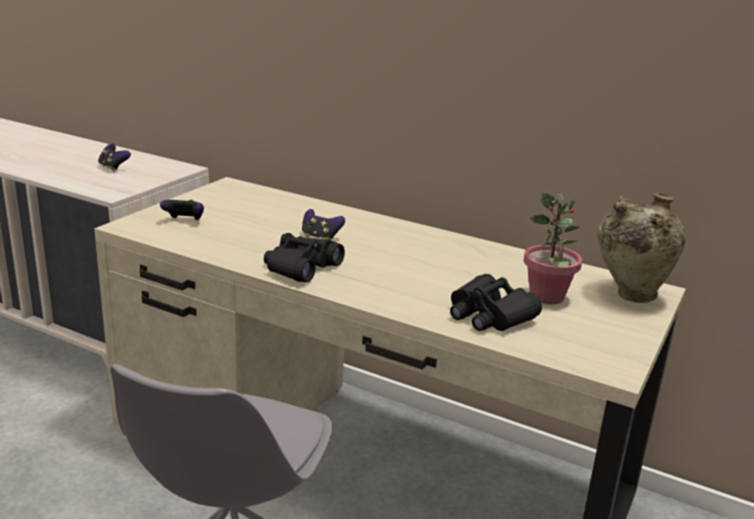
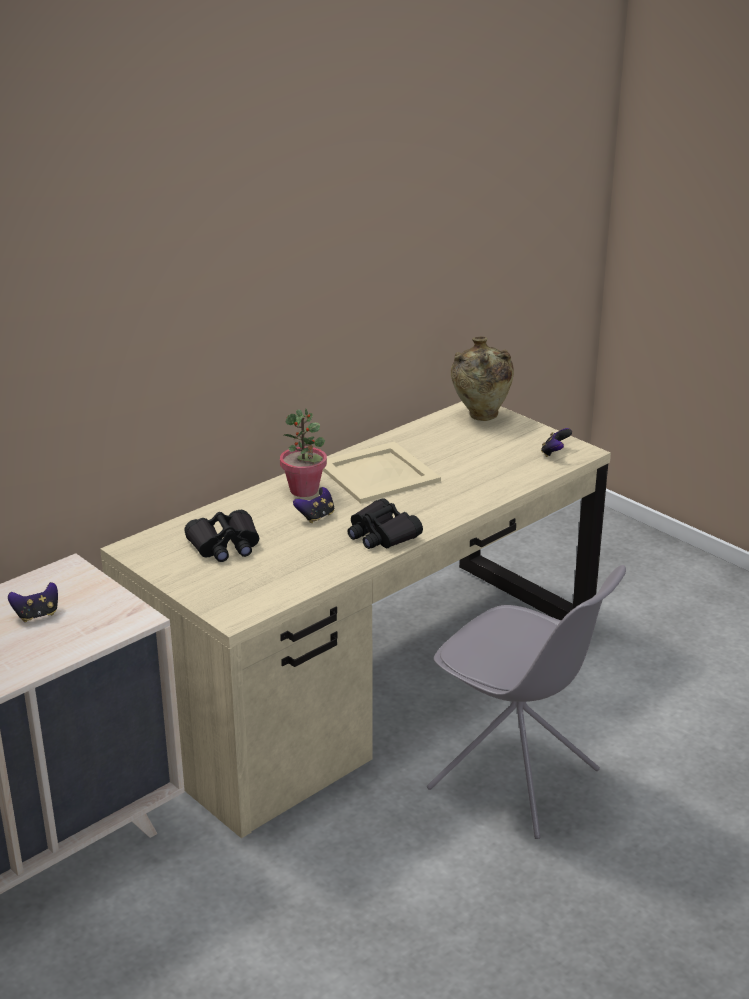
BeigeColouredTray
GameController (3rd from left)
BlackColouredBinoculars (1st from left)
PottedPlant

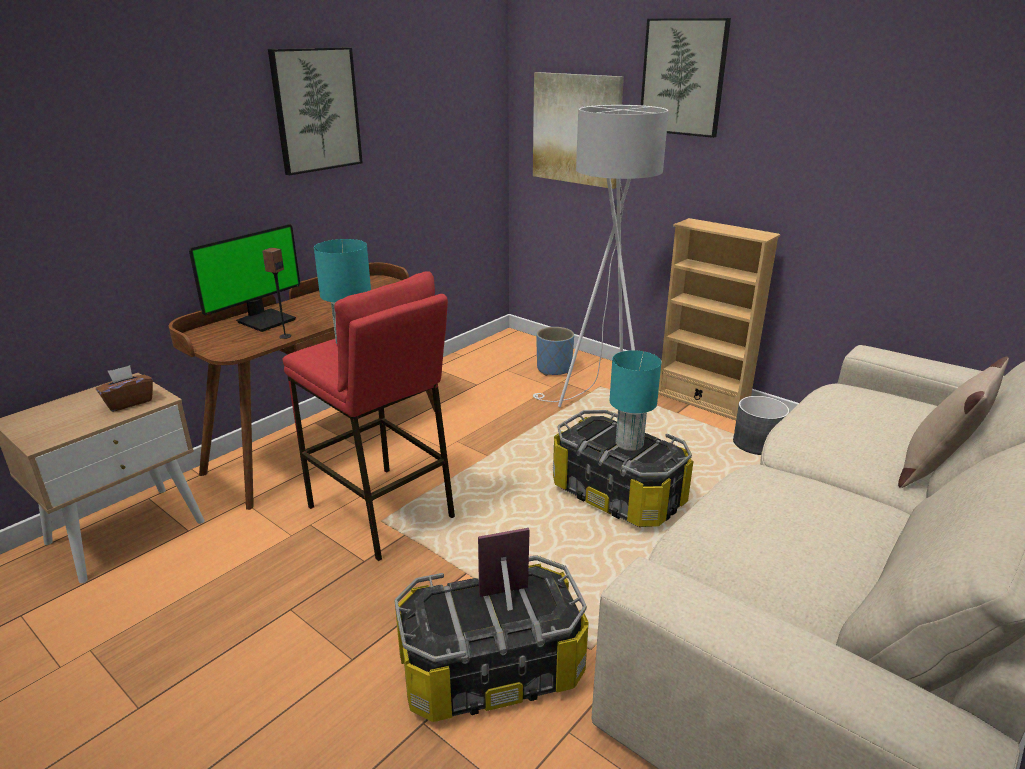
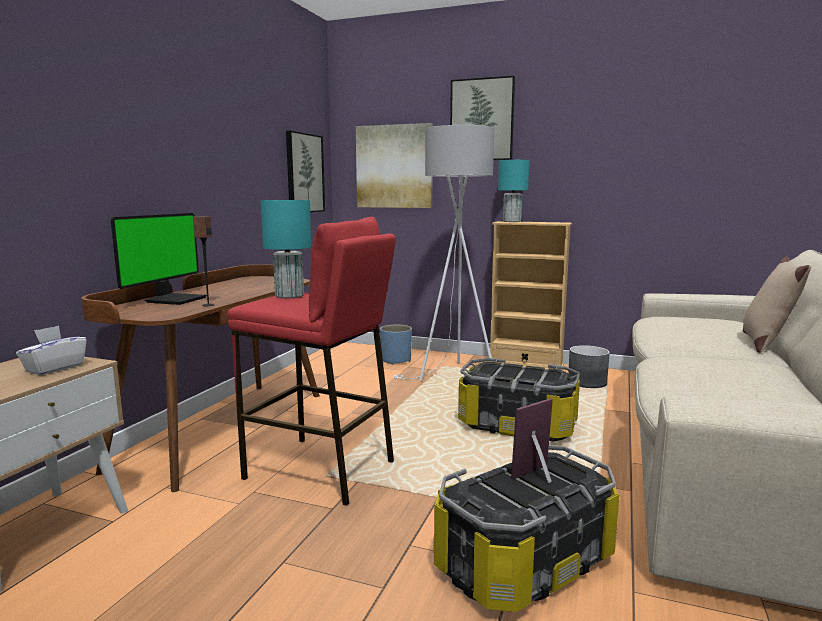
Picture (1st from left)
BlueGreenTabletopLamp (2nd from left)
WhitishTissueHolder

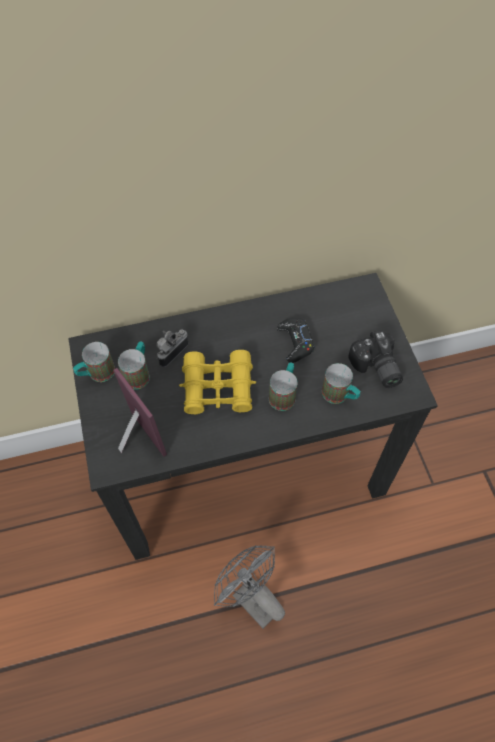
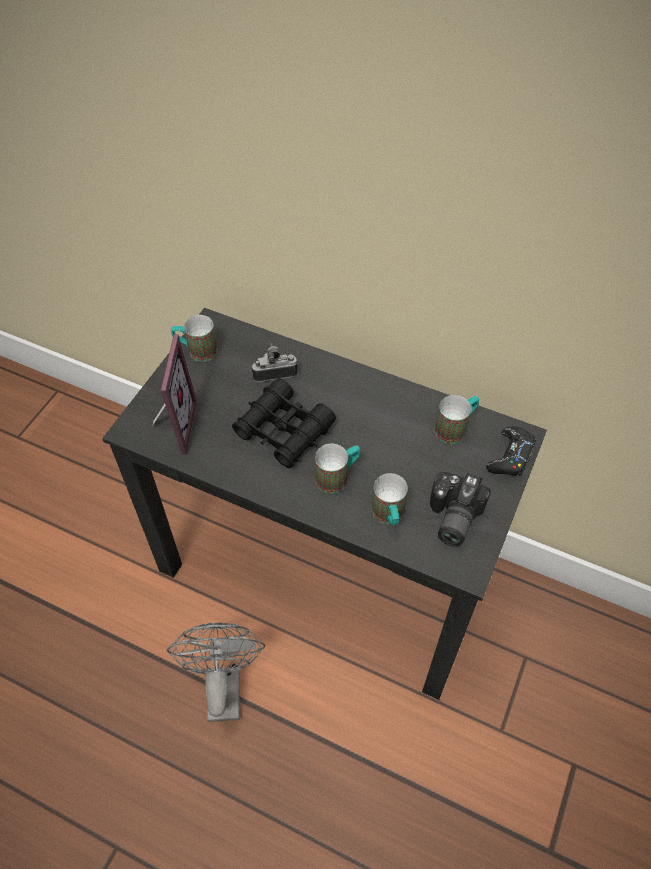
Mug (4th from left)
BlackColouredGameController
BlackColouredBinoculars

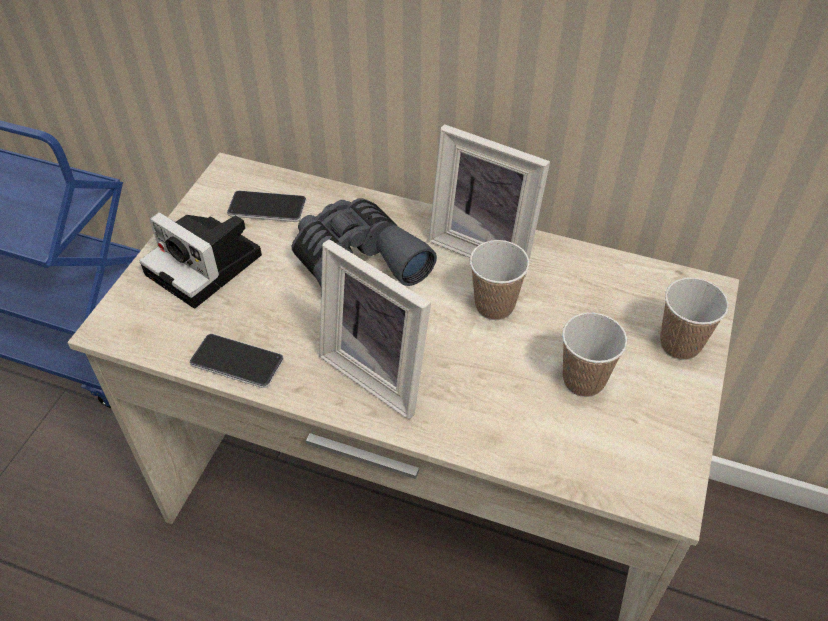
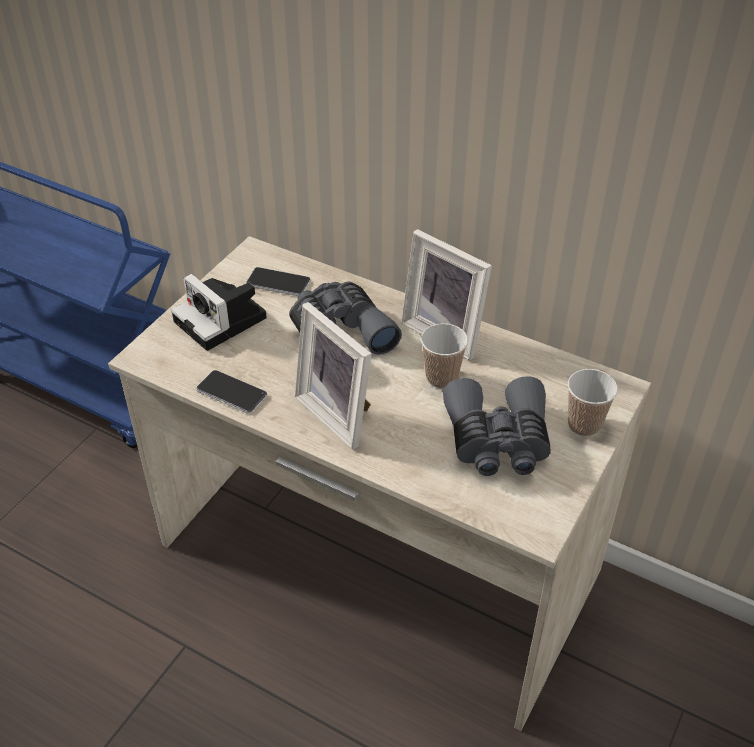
GreyBinoculars (2nd from left)

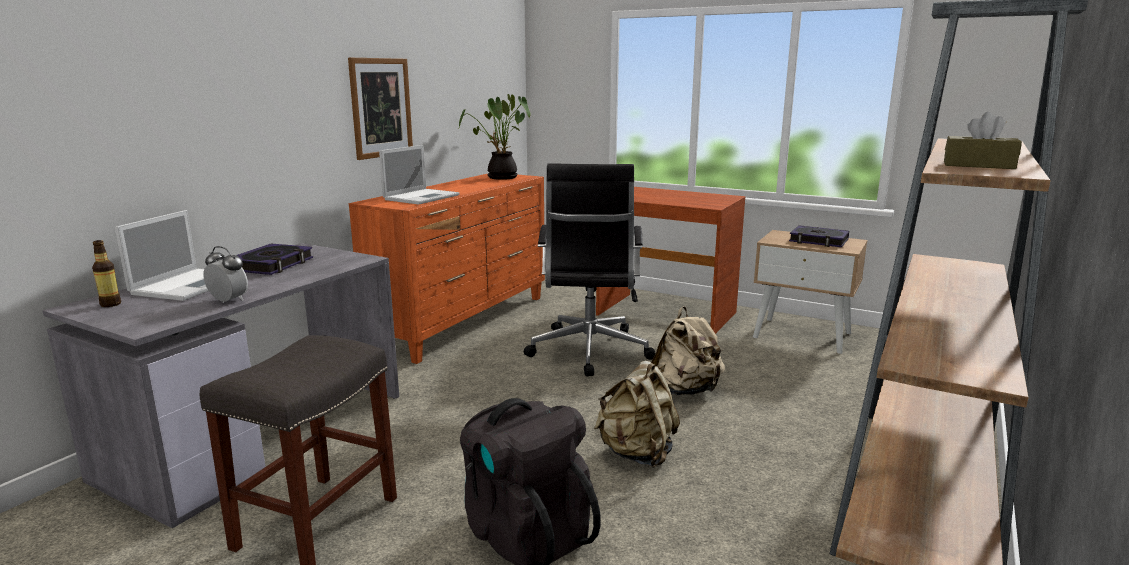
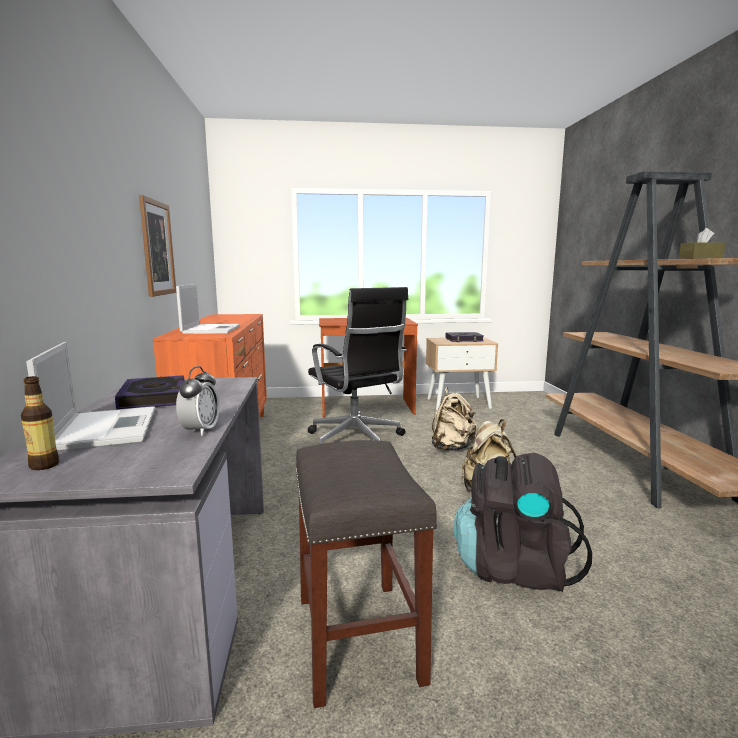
PottedPlant
AlarmClock

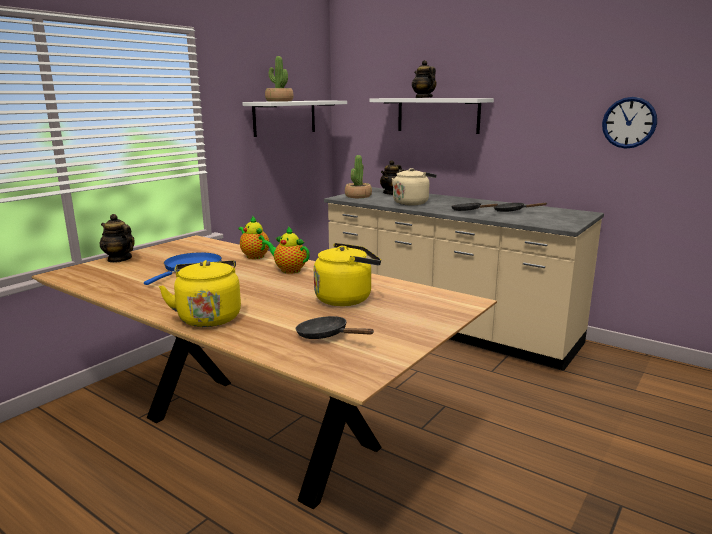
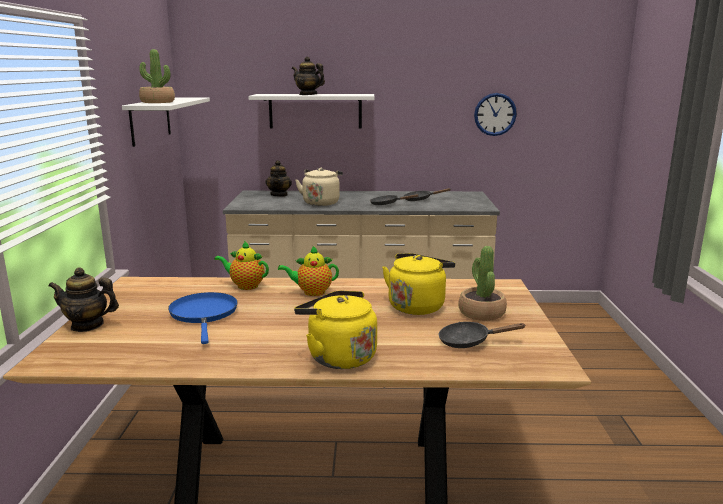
PottedPlant (2nd from left)

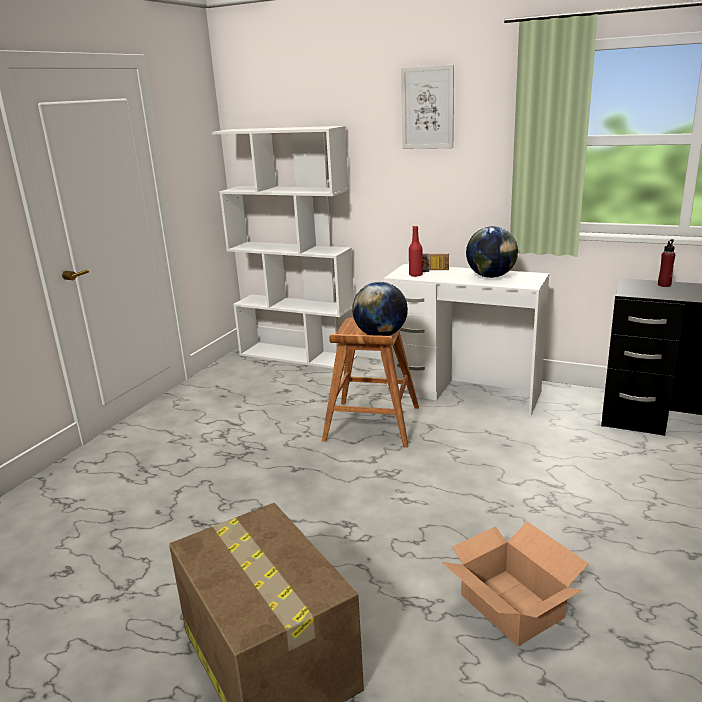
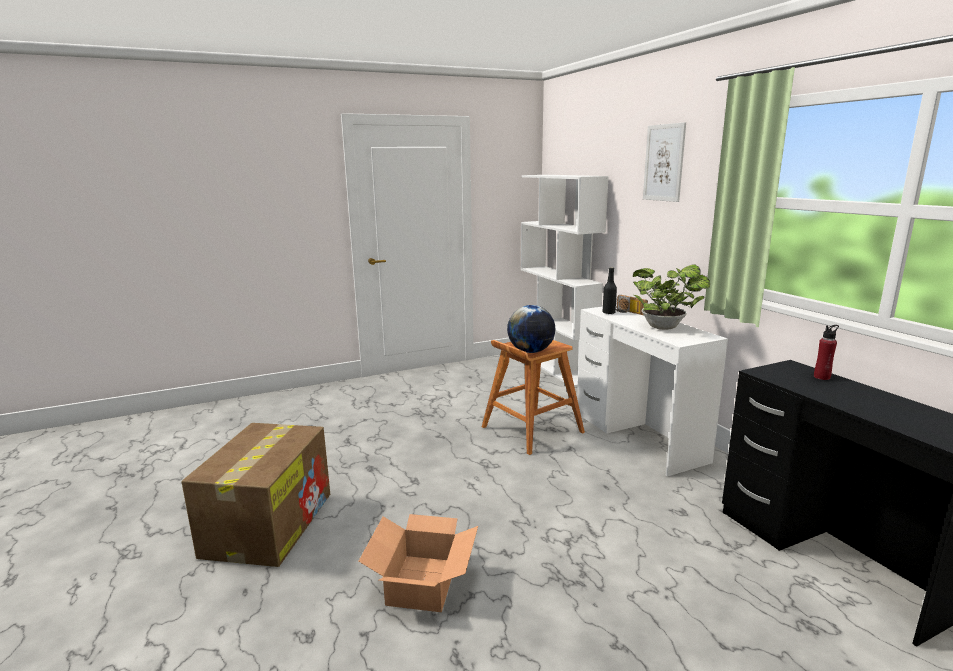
PottedPlant
BlackColouredBeverageBottle

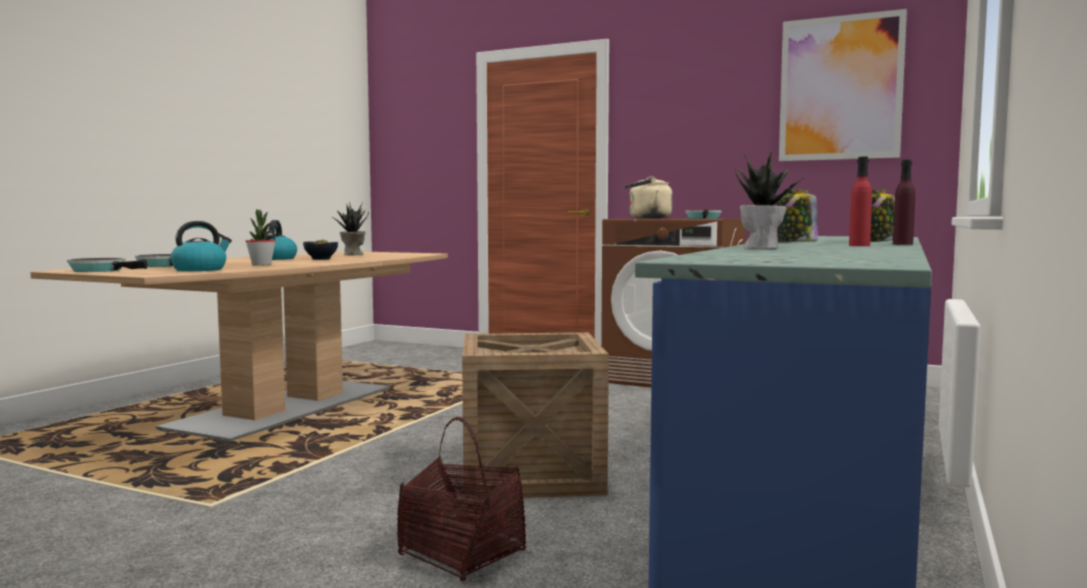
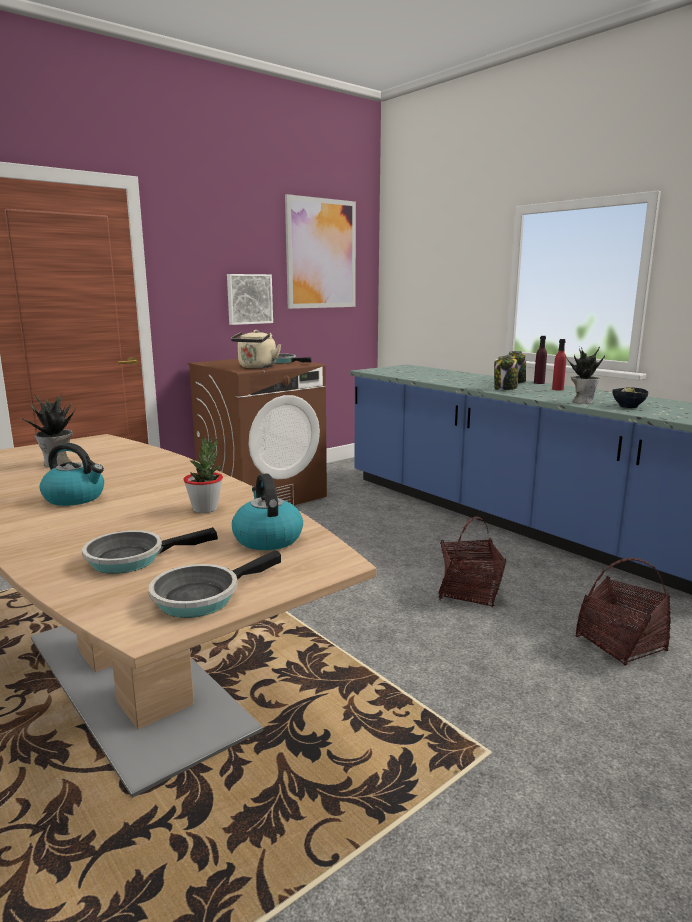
Picture (1st from left)
Bowl
HouseholdBasket (1st from left)

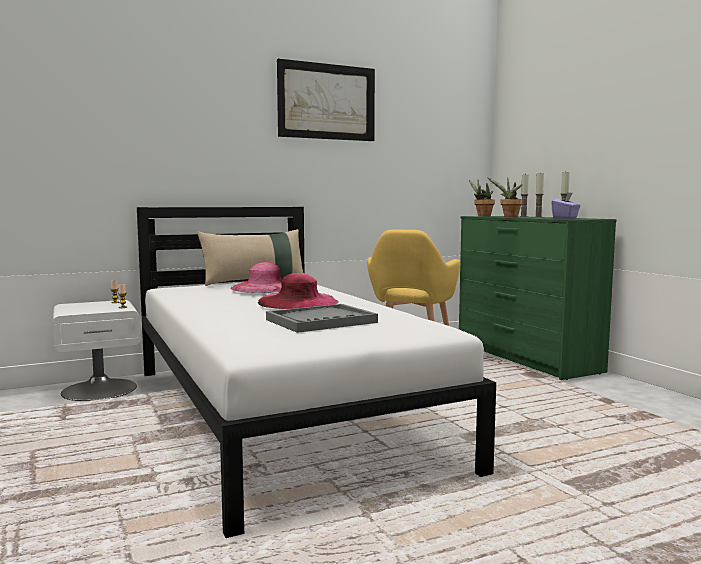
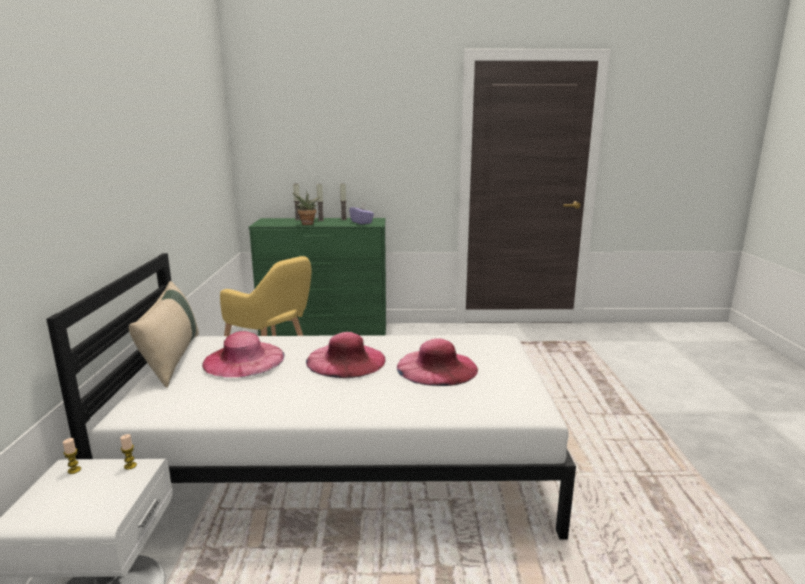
Picture
PottedPlant (1st from left in the first image)
PinkishWearableHat (3rd from left)

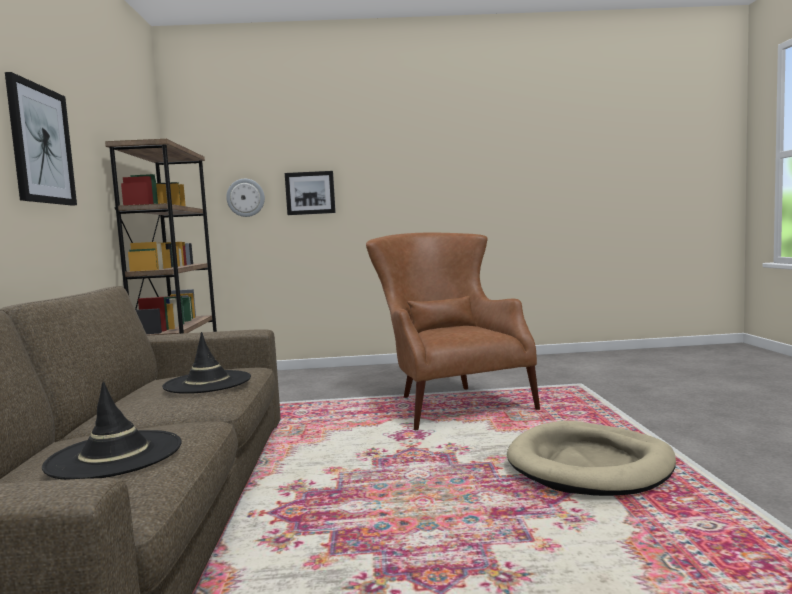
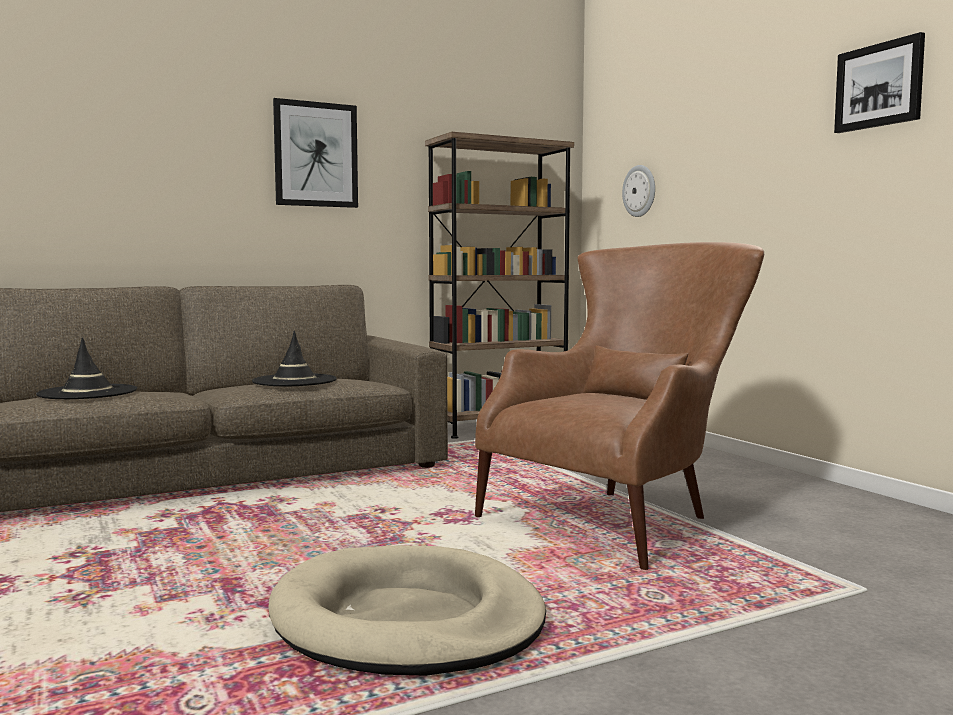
Picture (2nd from left)

